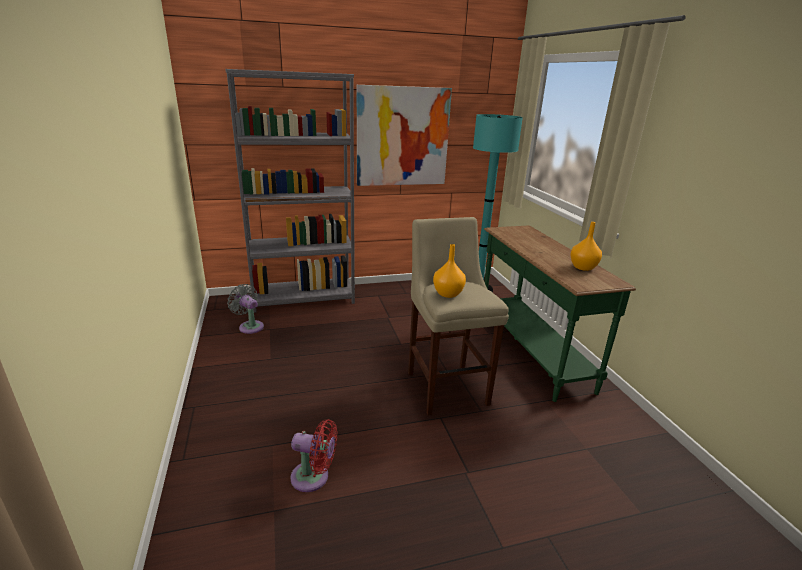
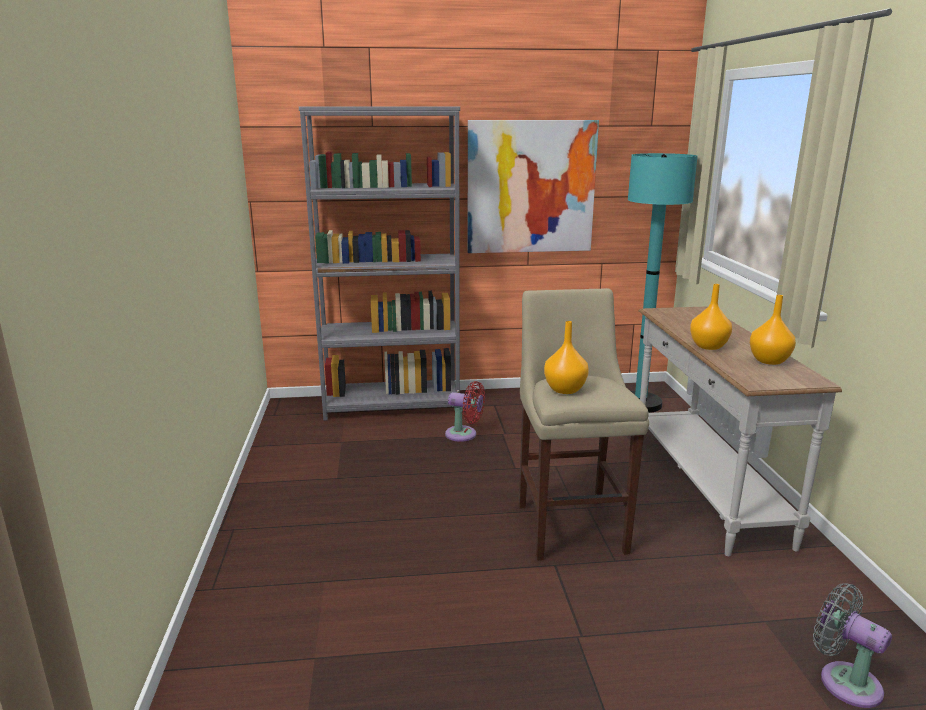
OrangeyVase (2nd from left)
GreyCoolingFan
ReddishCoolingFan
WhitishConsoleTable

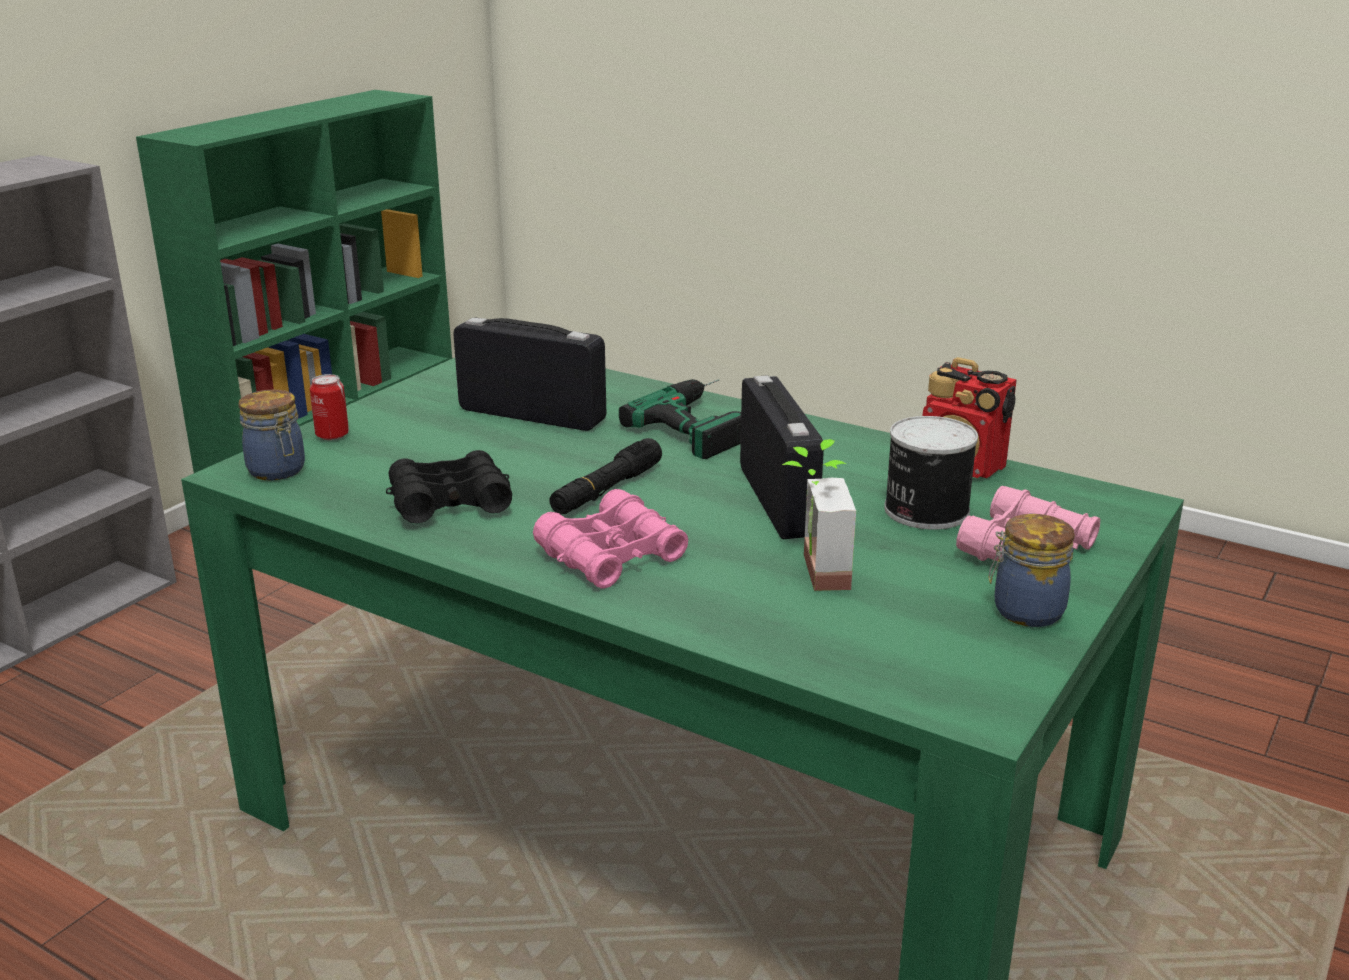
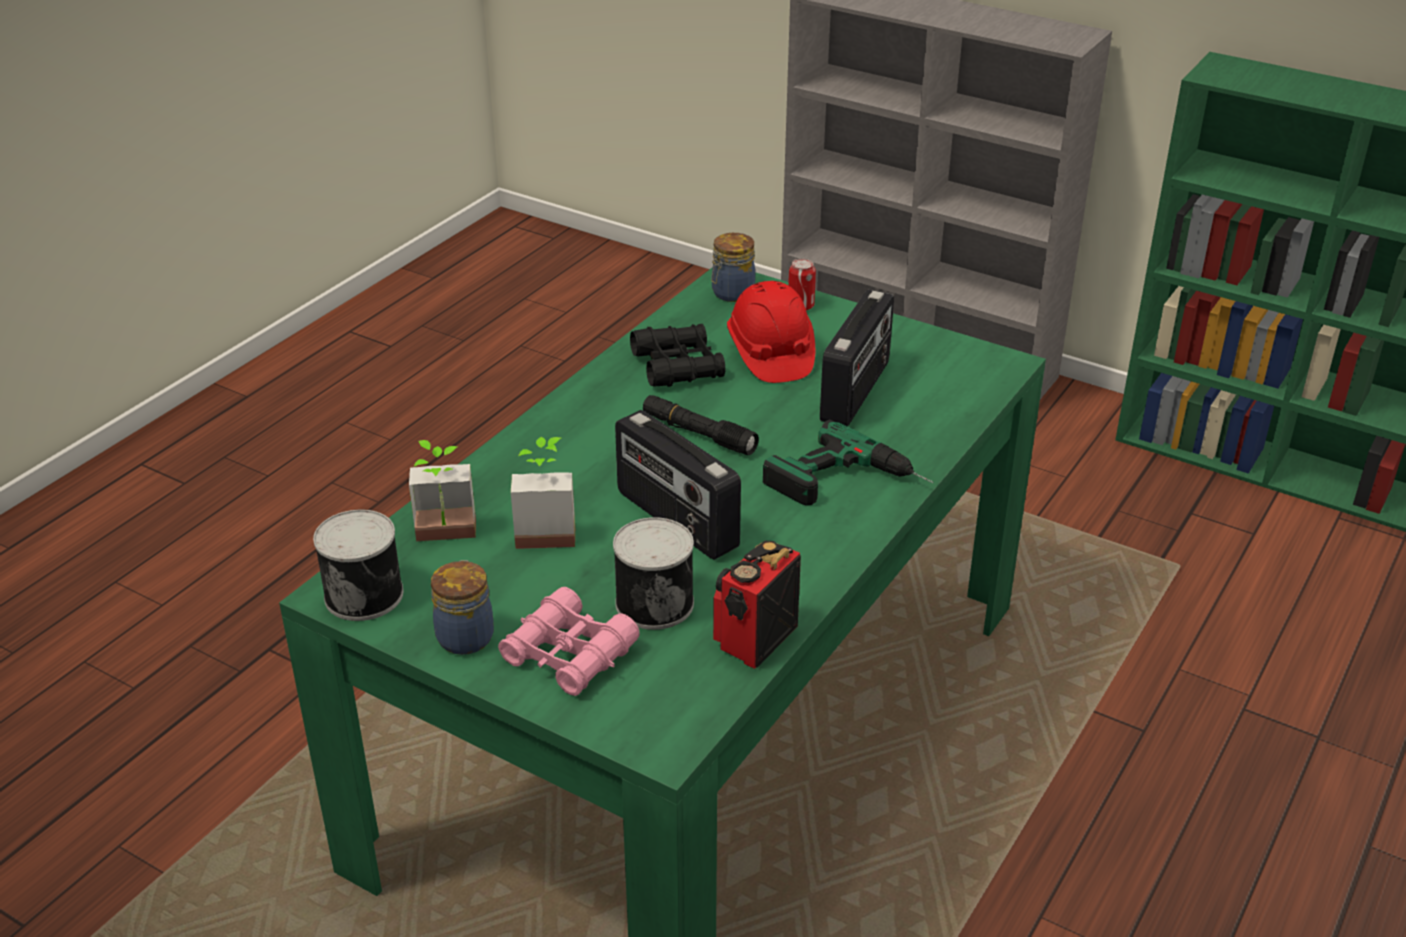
PinkishBinoculars (1st from left in the first image)
MetalCan (1st from left)
PottedPlant (1st from left)
ReddishHardHat
RadioSet (1st from left)

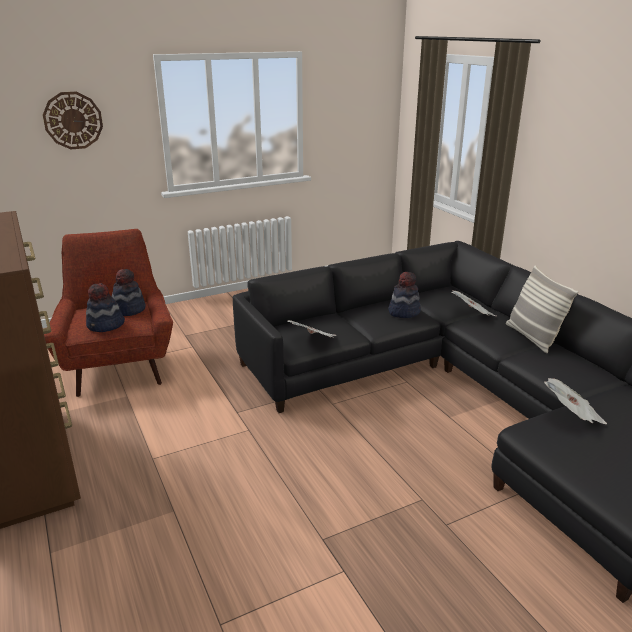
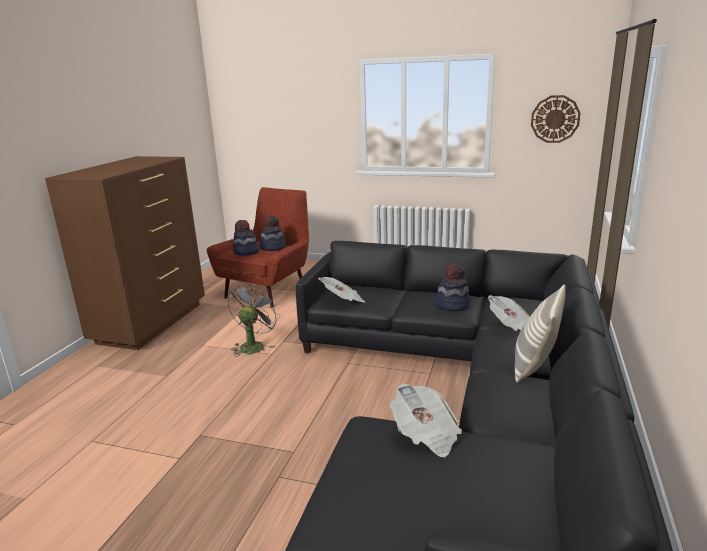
GreyCoolingFan
ClockOnTheWall

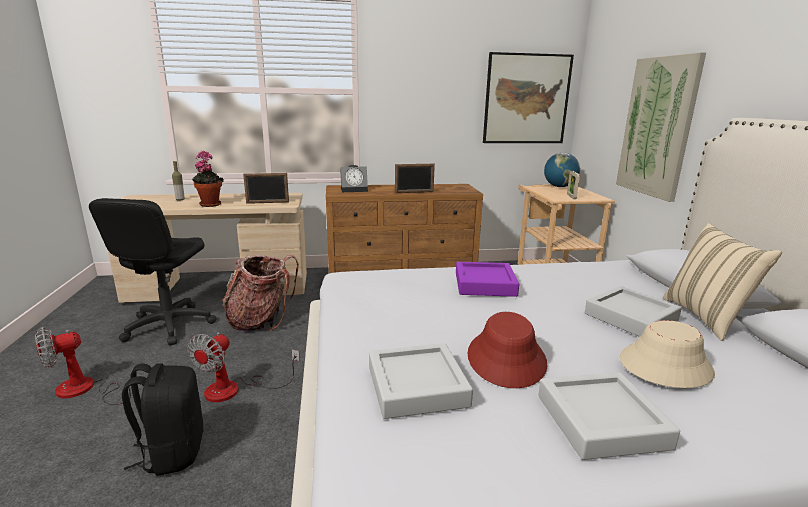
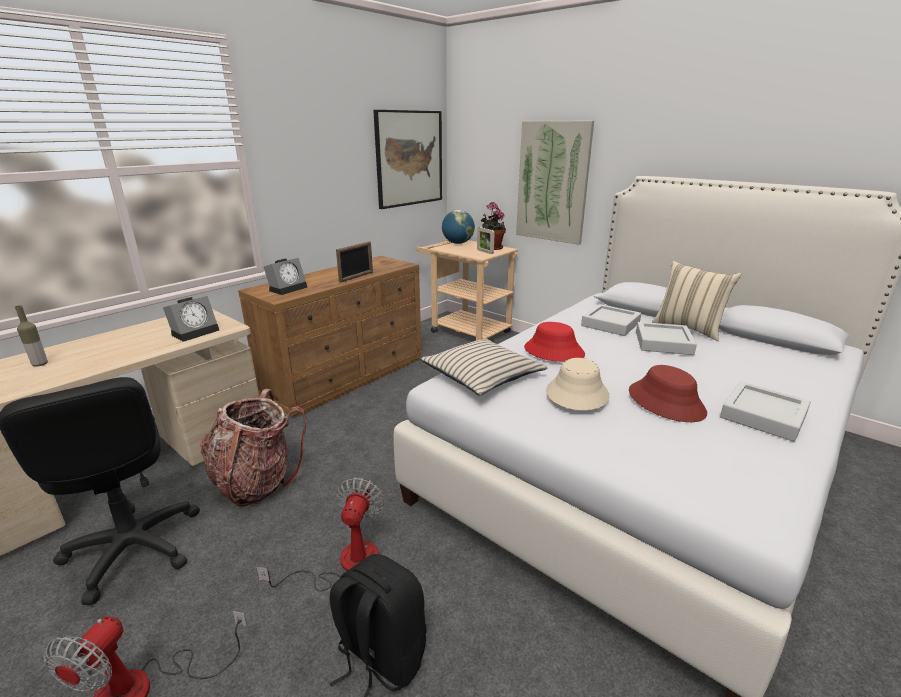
BeigeColouredCushion (1st from left)
PottedPlant
GreyTray (1st from left)
BeigeColouredWearableHat
AlarmClock (1st from left)
ReddishWearableHat (1st from left)
CoolingFan (2nd from left)

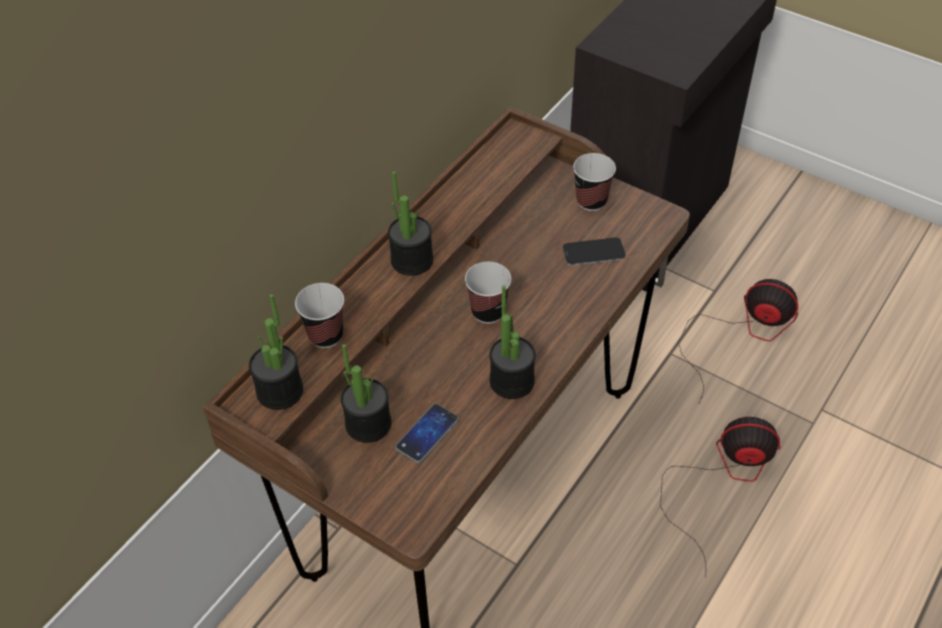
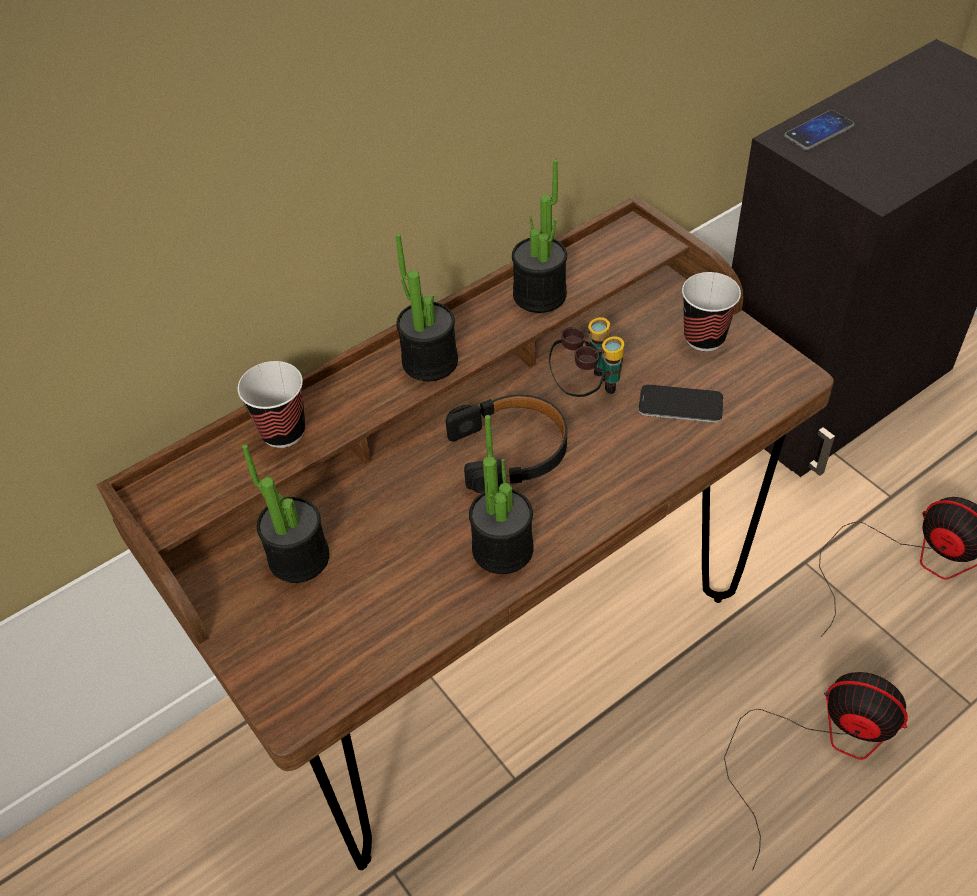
Binoculars
PottedPlant (4th from left)
Phone (2nd from left)
BlackColouredPairOfHeadphones

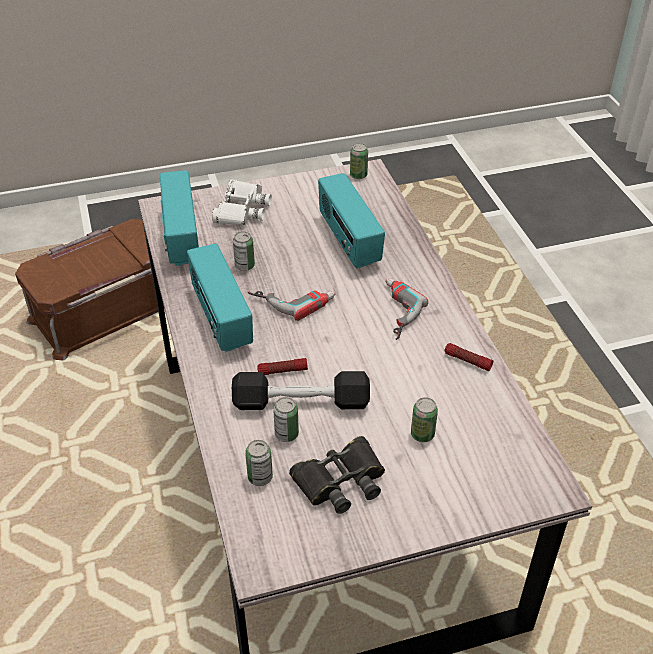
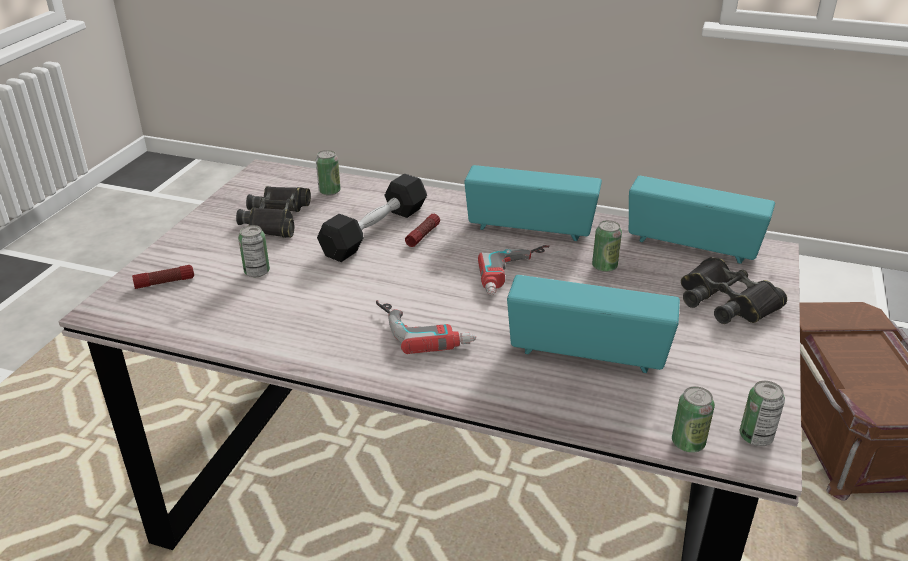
MetalCan (4th from left)
HandTorch (1st from left)
BlackColouredBinoculars (2nd from left)

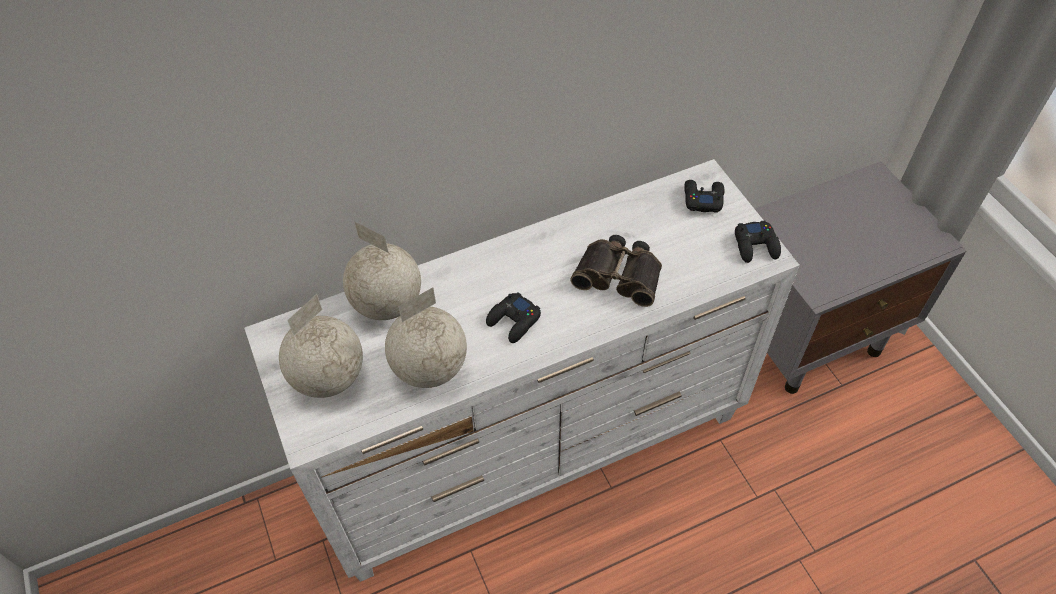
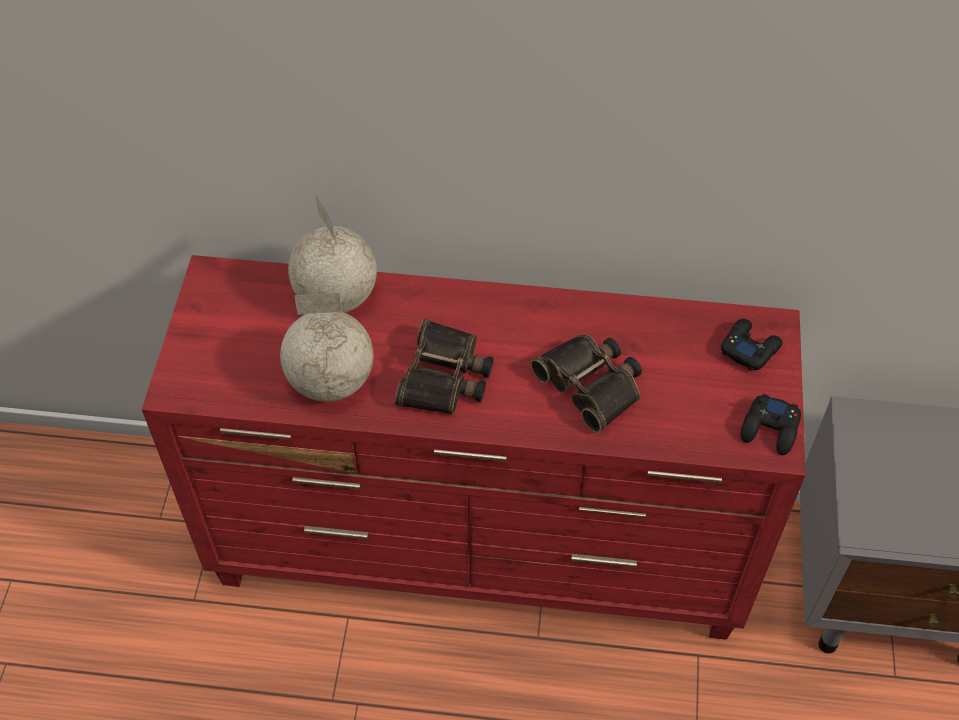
DeskGlobe (1st from left in the first image)
Binoculars (1st from left)
ReddishDrawerChest

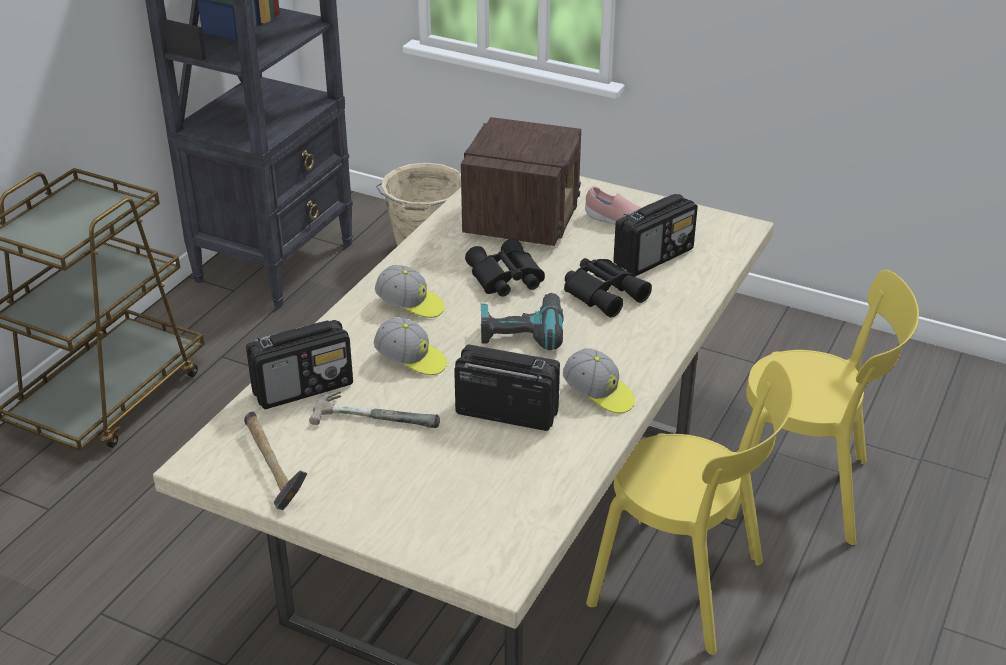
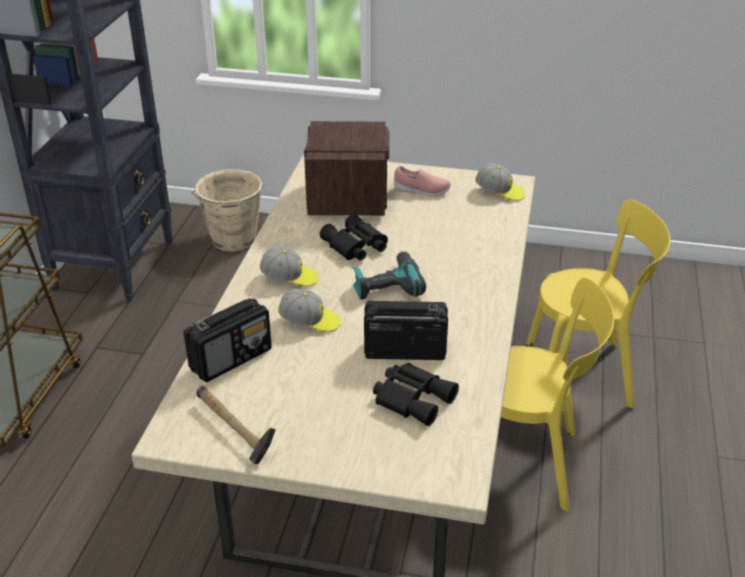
Hammer (2nd from left in the first image)
RadioSet (4th from left in the first image)
PeakedCap (3rd from left)
BlackColouredBinoculars (2nd from left)

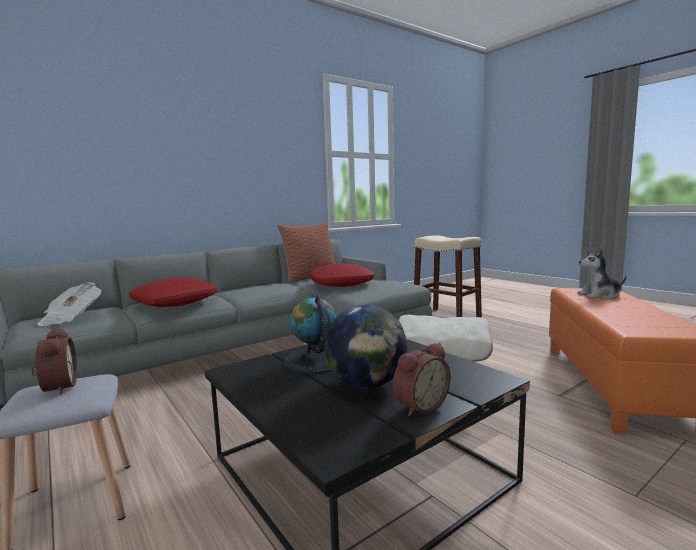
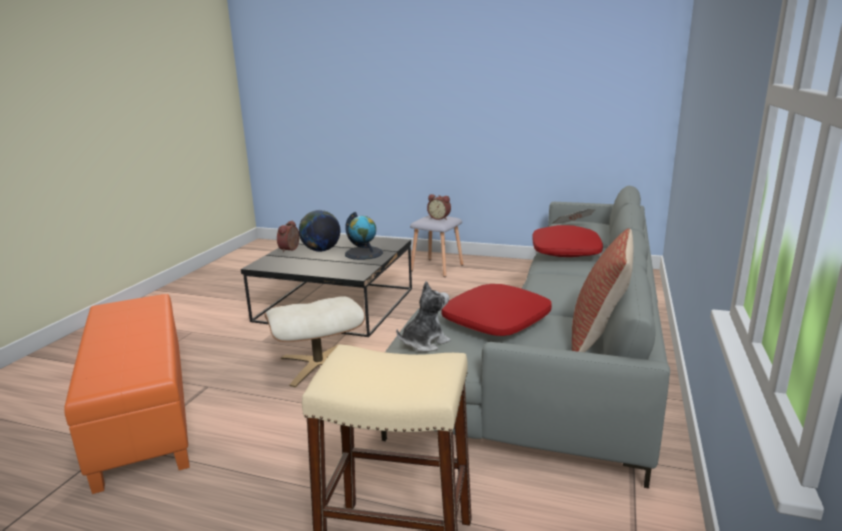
PlushToy

